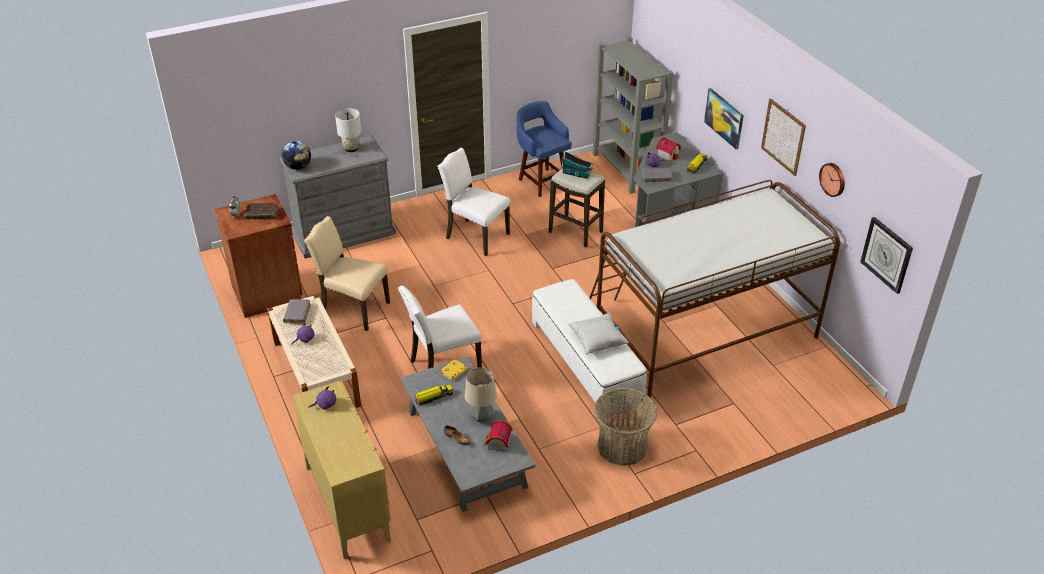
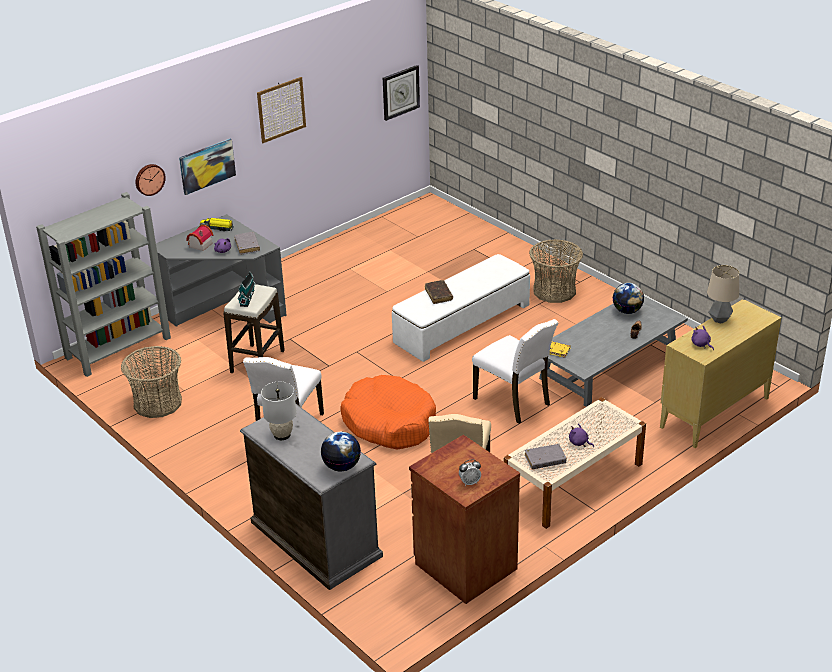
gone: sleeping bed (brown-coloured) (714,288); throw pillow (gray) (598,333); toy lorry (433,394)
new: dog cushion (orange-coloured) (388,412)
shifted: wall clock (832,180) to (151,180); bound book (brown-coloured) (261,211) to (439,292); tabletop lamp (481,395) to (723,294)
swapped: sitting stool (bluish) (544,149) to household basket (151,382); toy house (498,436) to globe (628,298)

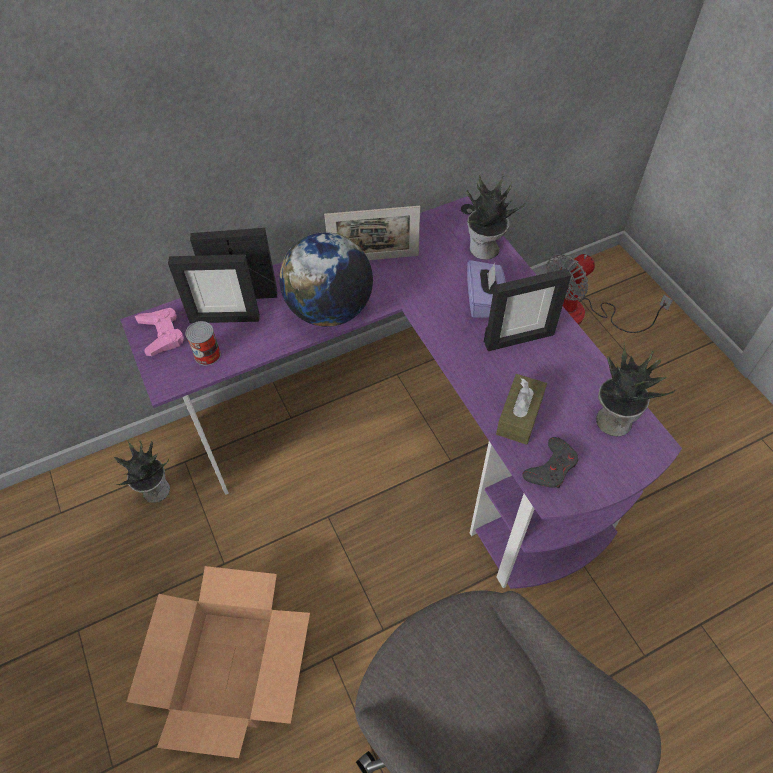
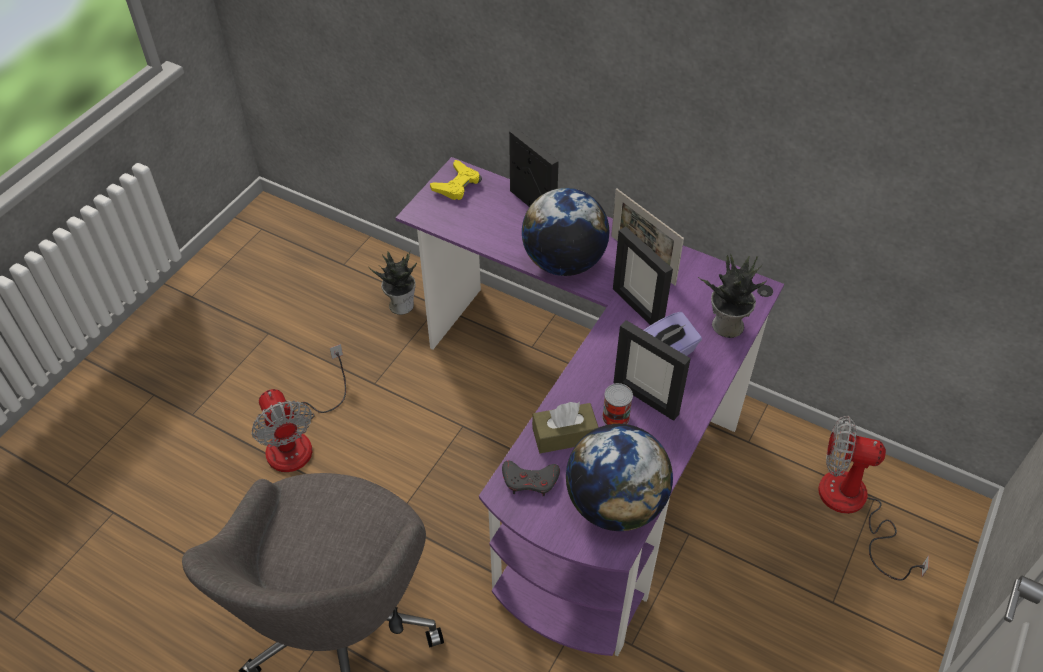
shifted: picture frame (214,288) to (643,276); sealed can (203,343) to (617,404)
swapped: plant in a pot (635,389) to globe (619,477); carton (218,662) to cooling fan (299,408)
repainted: joypad (pinkish) (159,332) to joypad (yellow-coloured) (454,180)

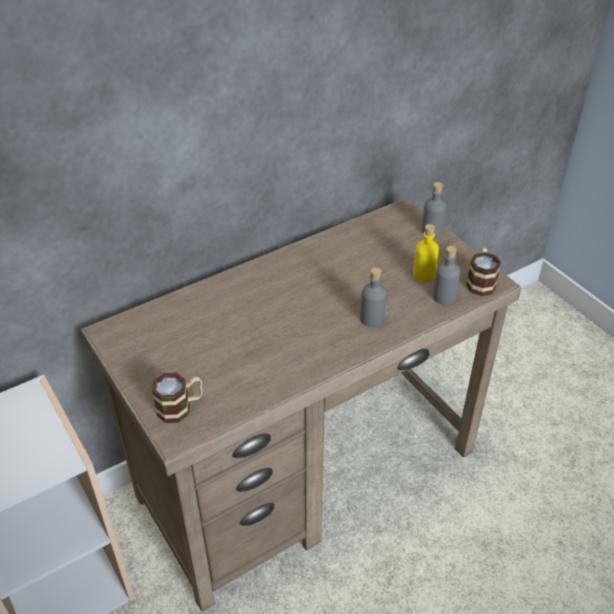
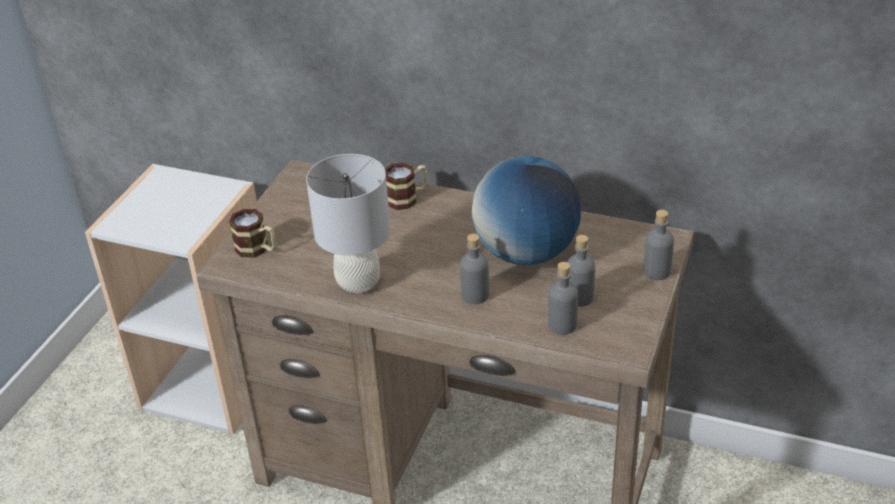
new: tabletop lamp (gray) (348,223); globe (526,210)
shifted: tea mug (483,272) to (406,186)
repainted: drink bottle (yellow-coloured) (426,253) to drink bottle (gray) (581,271)

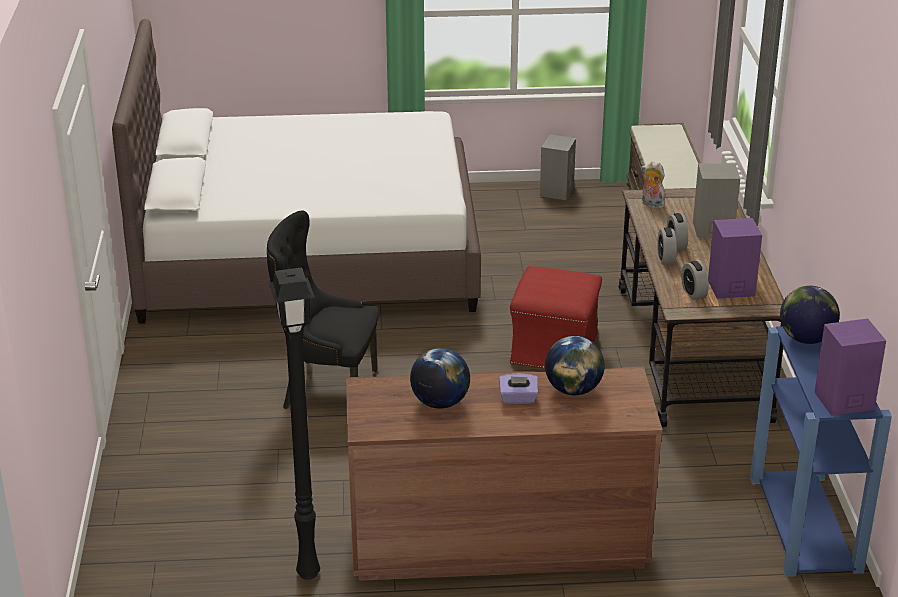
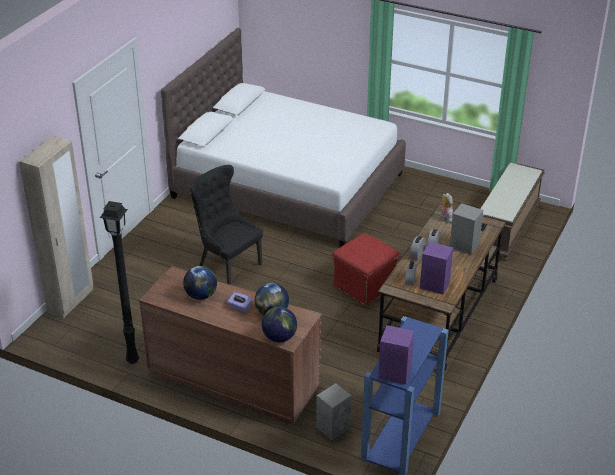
new: clothes cupboard (beige) (56,227)
shifted: loudspeaker (gray) (558,167) to (334,411); globe (810,315) to (279,324)

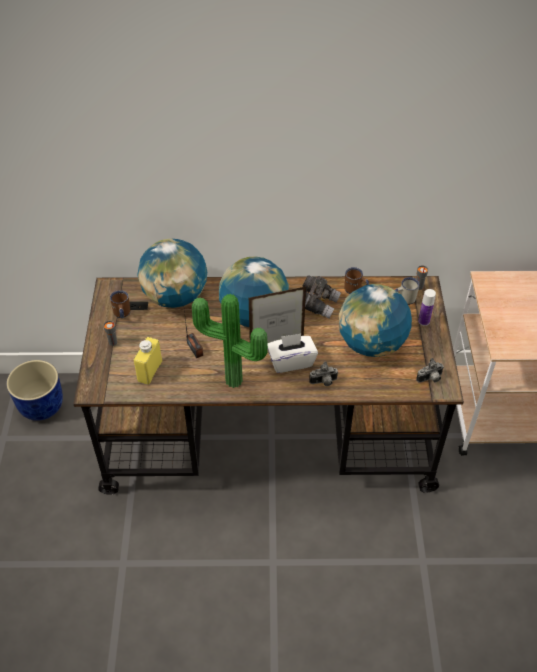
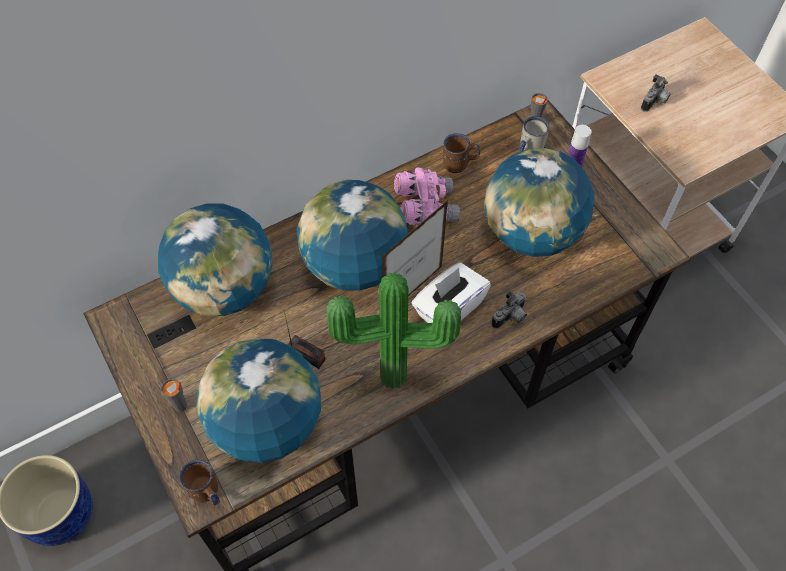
shifted: tea mug (brown-coloured) (120,304) to (199,482); photo camera (430,370) to (656,93)
swapped: drink bottle (yellow-coloured) (148,361) to globe (258,400)
repainted: field glasses (gray) (321,297) to field glasses (pinkish) (427,196)

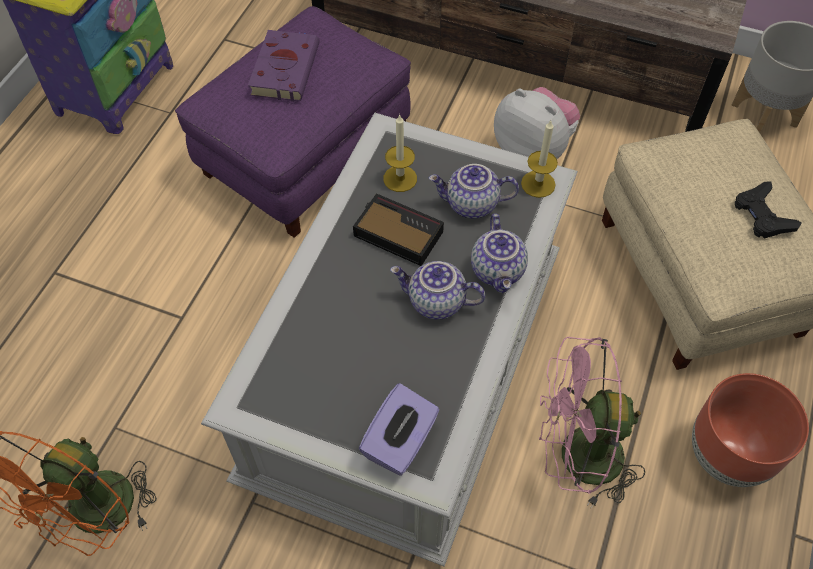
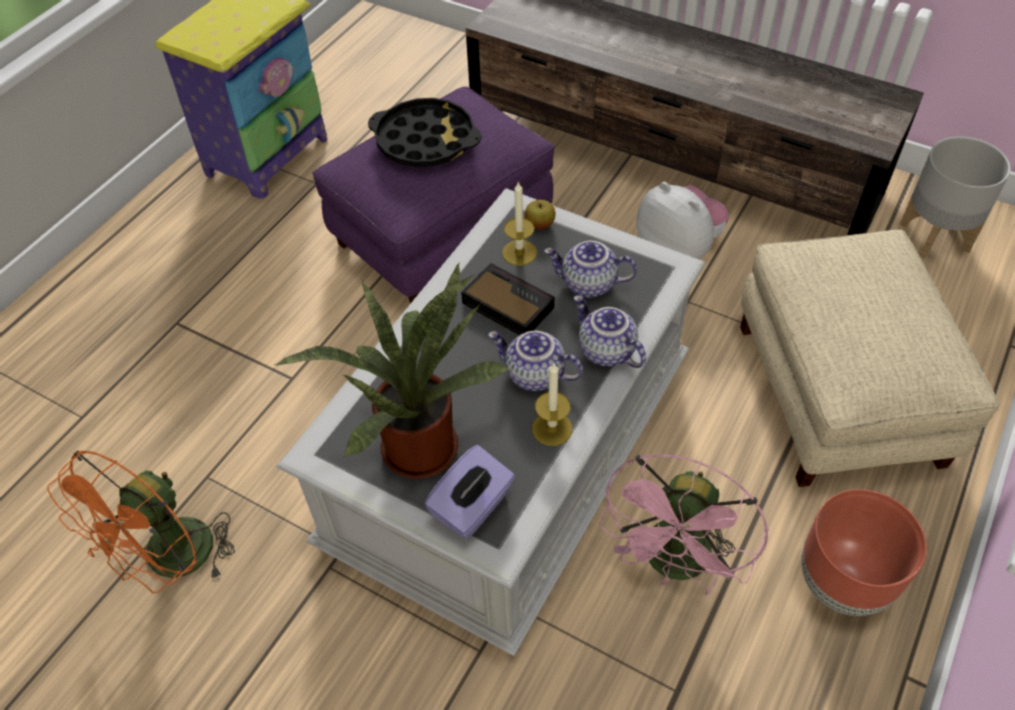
gone: joypad (black) (768,210)
new: apple fruit (540,214); plant in a pot (392,370)
shifted: wax light (539,159) to (552,404)
swapped: bound book (purple-coloured) (284,66) to carrying tray (black) (425,132)
rotated: teapot (499,253) = (610,331) 135 degrees clockwise; cooling fan (pinkish) (592,423) = (684,524) 75 degrees counterclockwise

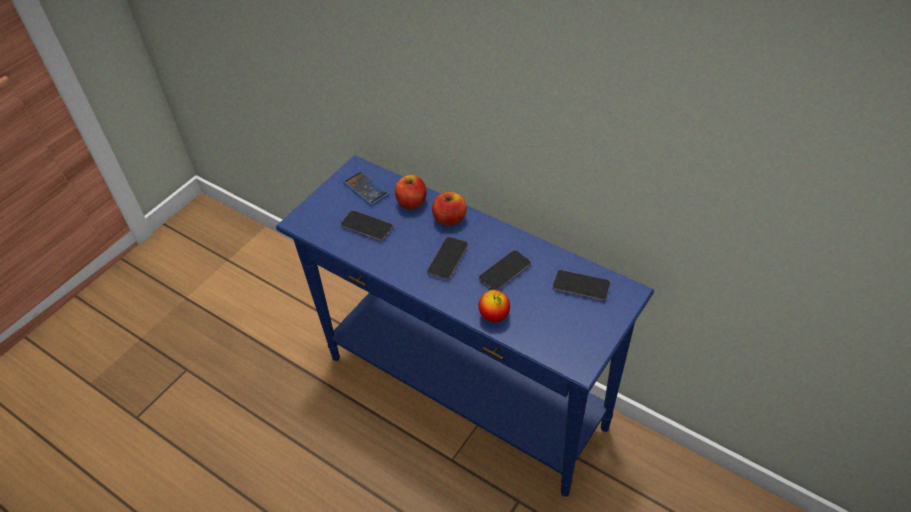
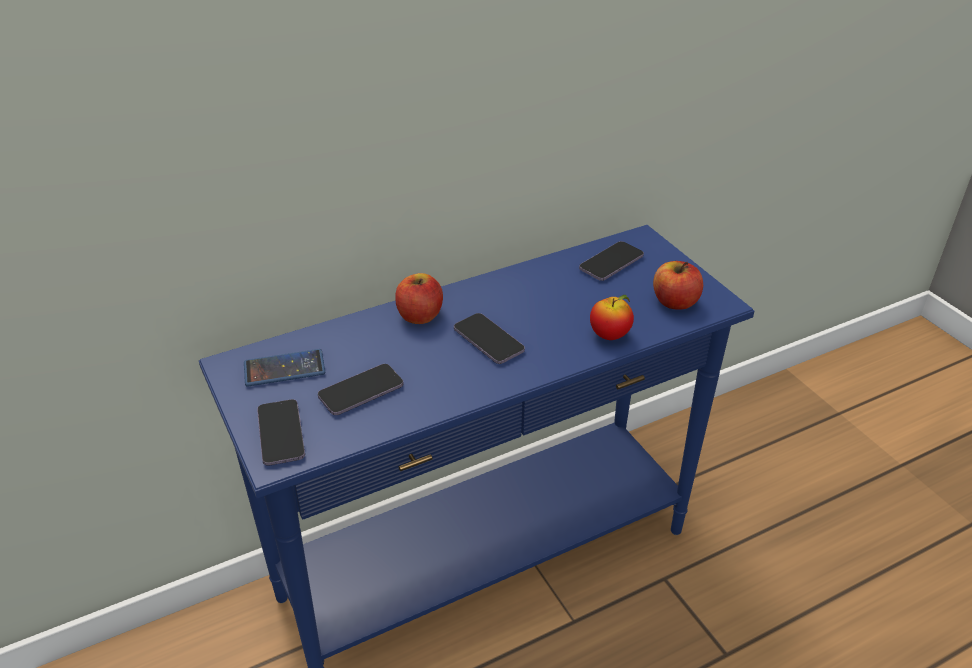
shifted: apple fruit (410,192) to (678,285); handset (505,270) to (281,432)

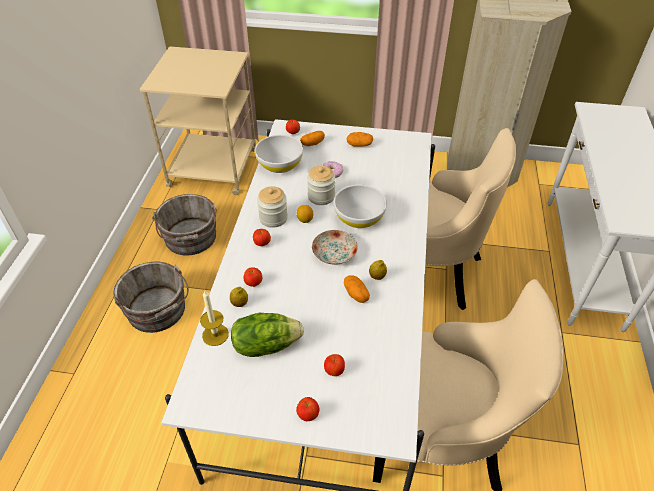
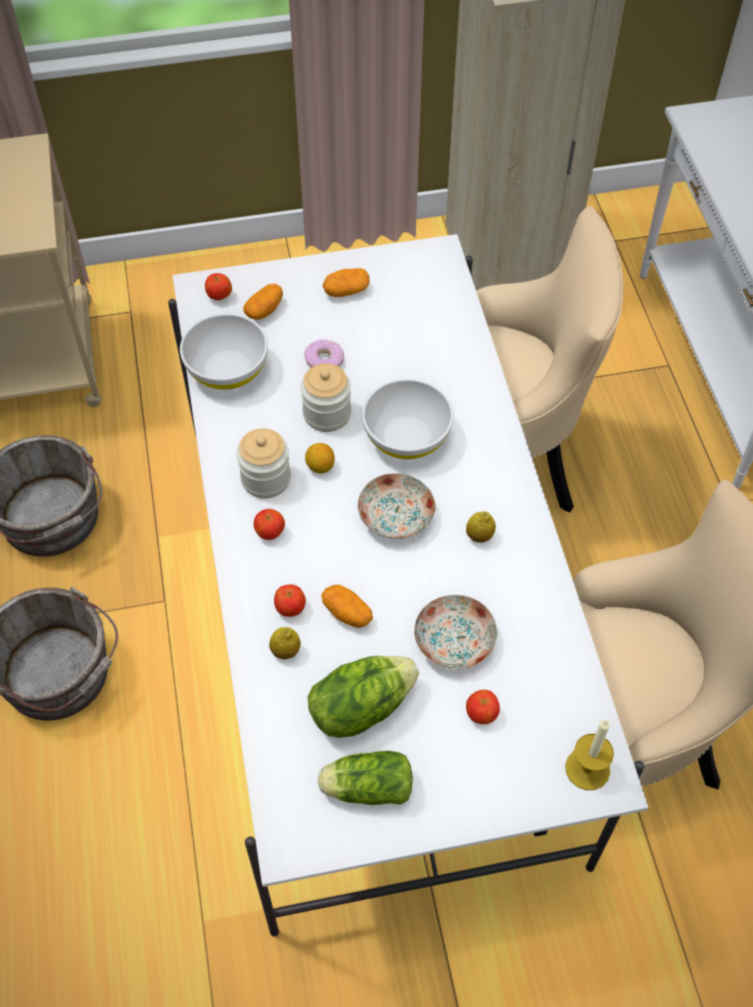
gone: apple fruit (307,409)
new: dinner plate (455,632); lettuce (365,778)
shifted: whole potato (357,289) to (347,606); wax light (214,318) to (589,755)

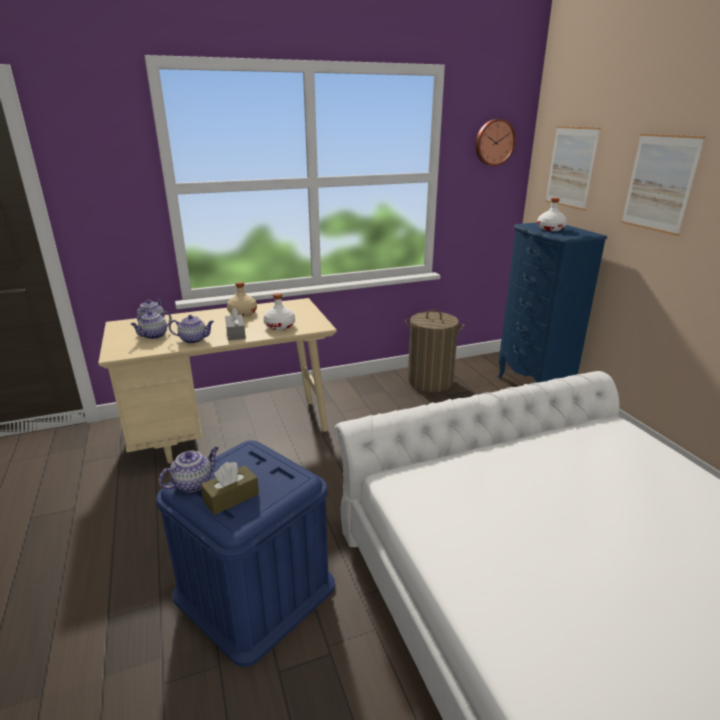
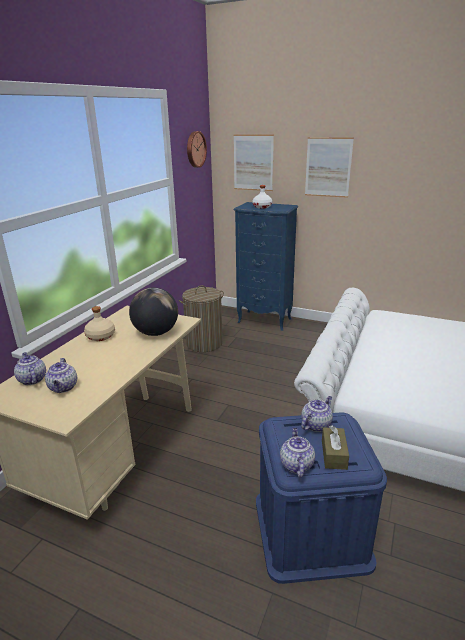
gone: box of tissues (gray) (235,324)
shifted: teapot (191,329) to (317,414)
swapped: drink bottle (white) (279,311) to globe (153,312)

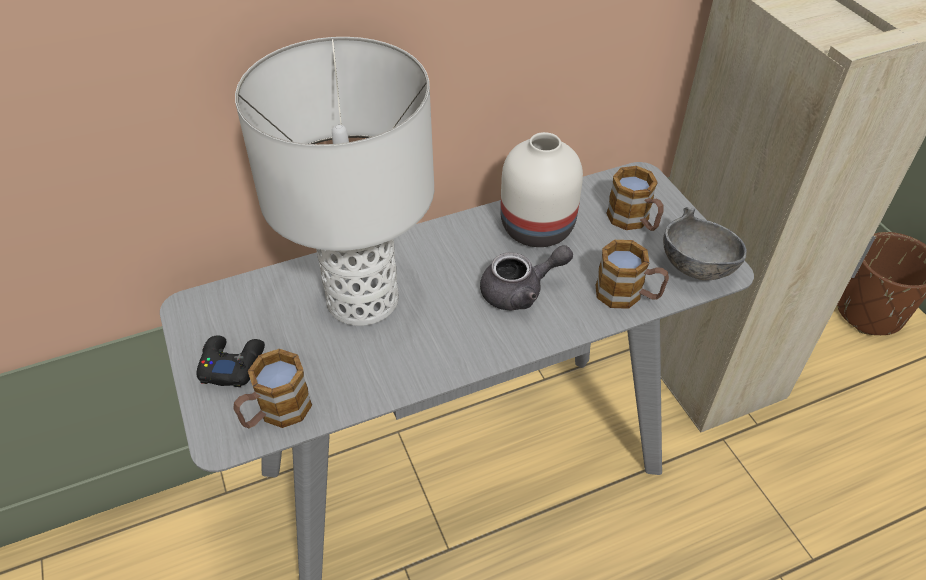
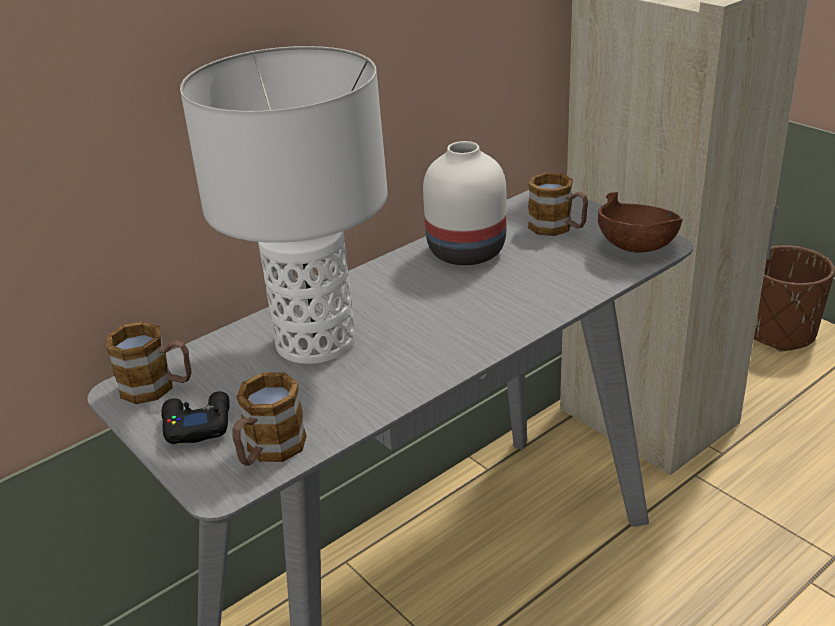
gone: teapot (gray) (526,277)
shifted: tea mug (632,274) to (149,362)
repainted: serving bowl (gray) (705,243) to serving bowl (brown-coloured) (640,222)

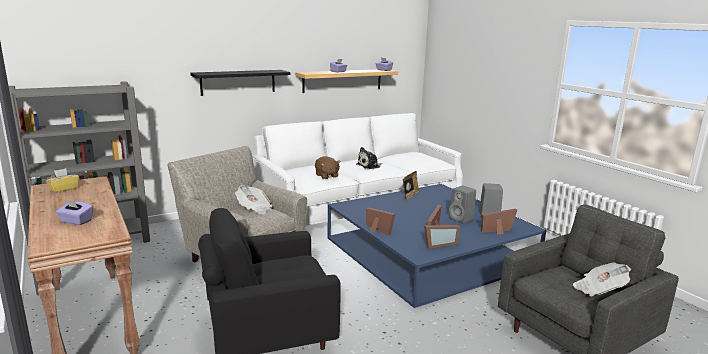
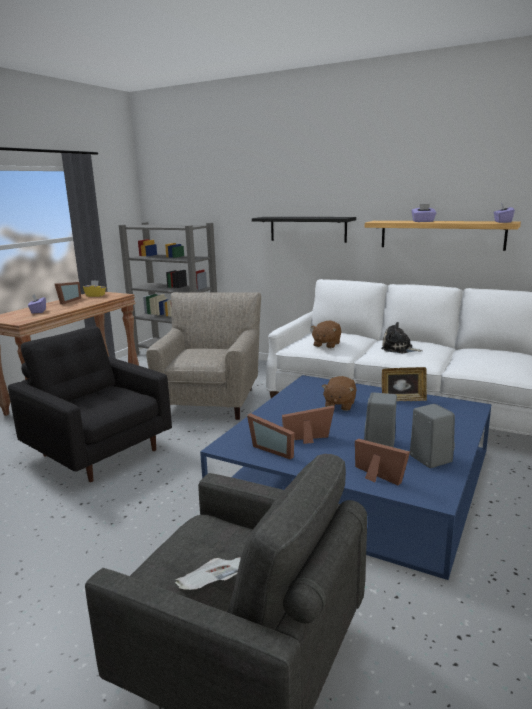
gone: printed paper (253,200)
new: plush toy (brown-coloured) (339,393)
shifted: picture frame (380,221) to (68,293)

